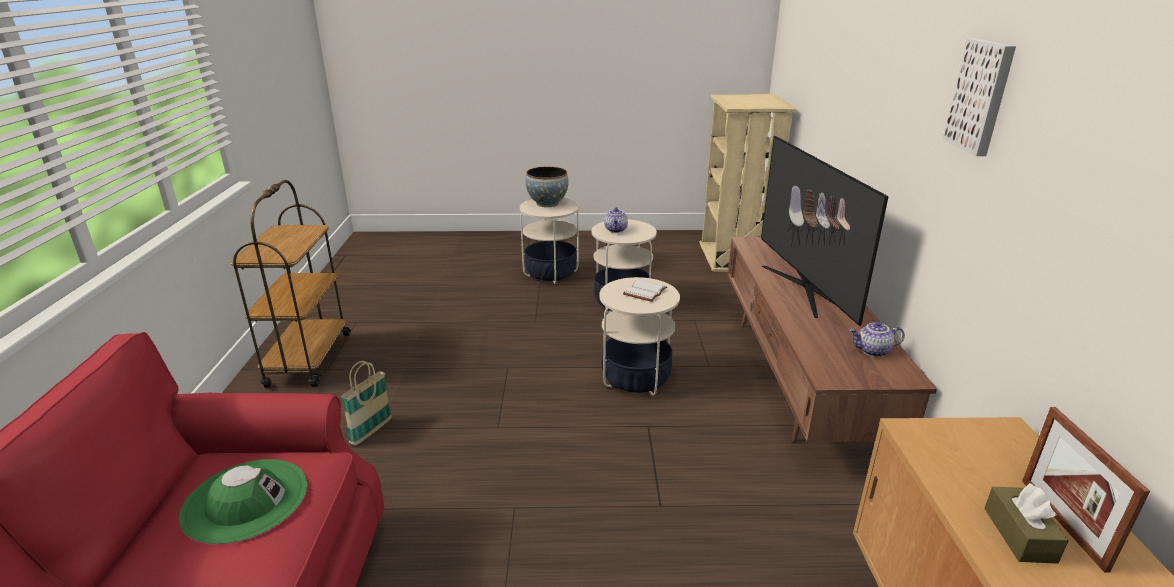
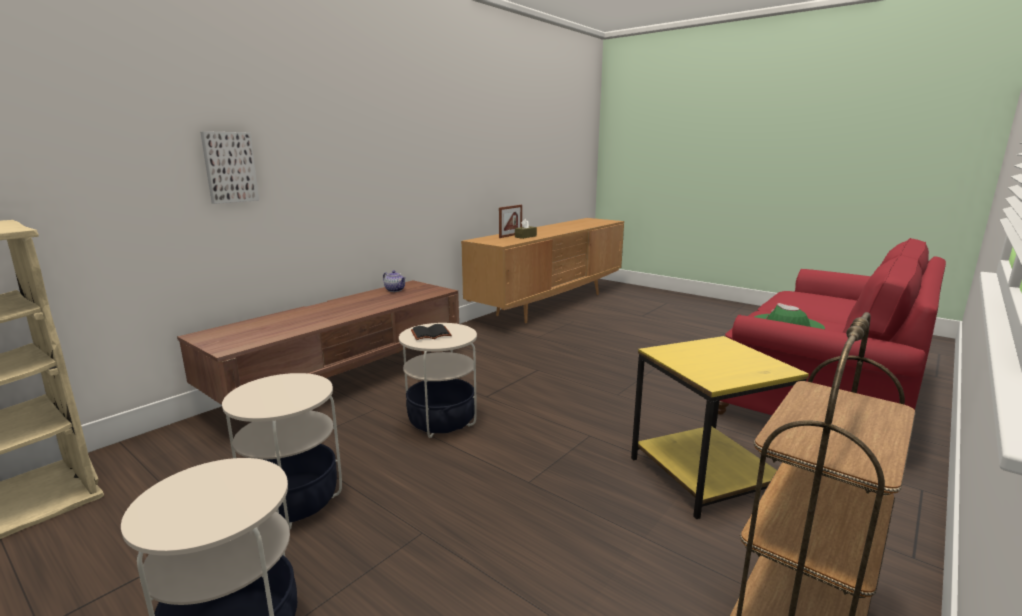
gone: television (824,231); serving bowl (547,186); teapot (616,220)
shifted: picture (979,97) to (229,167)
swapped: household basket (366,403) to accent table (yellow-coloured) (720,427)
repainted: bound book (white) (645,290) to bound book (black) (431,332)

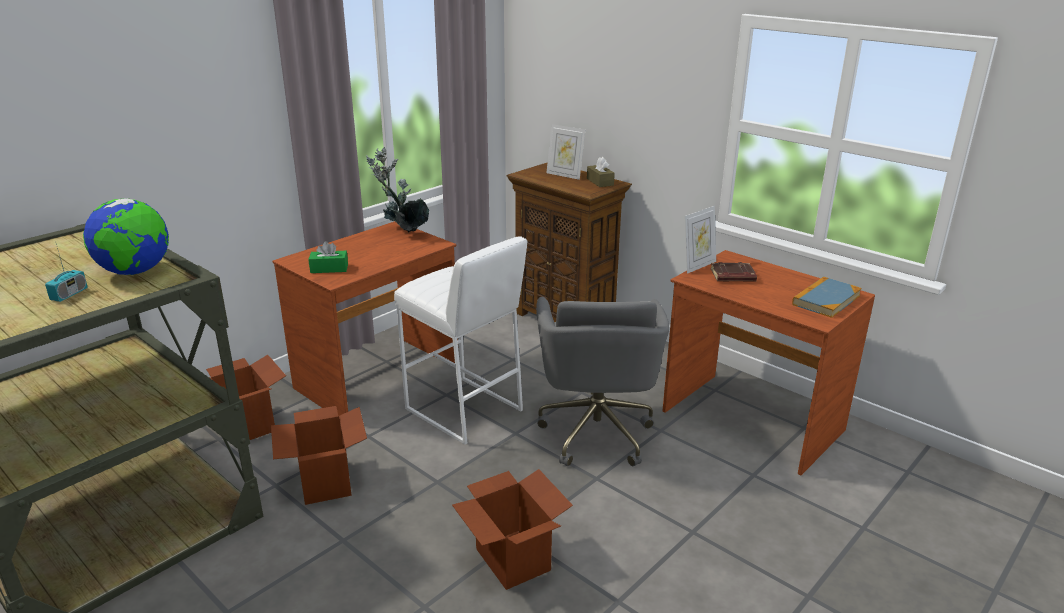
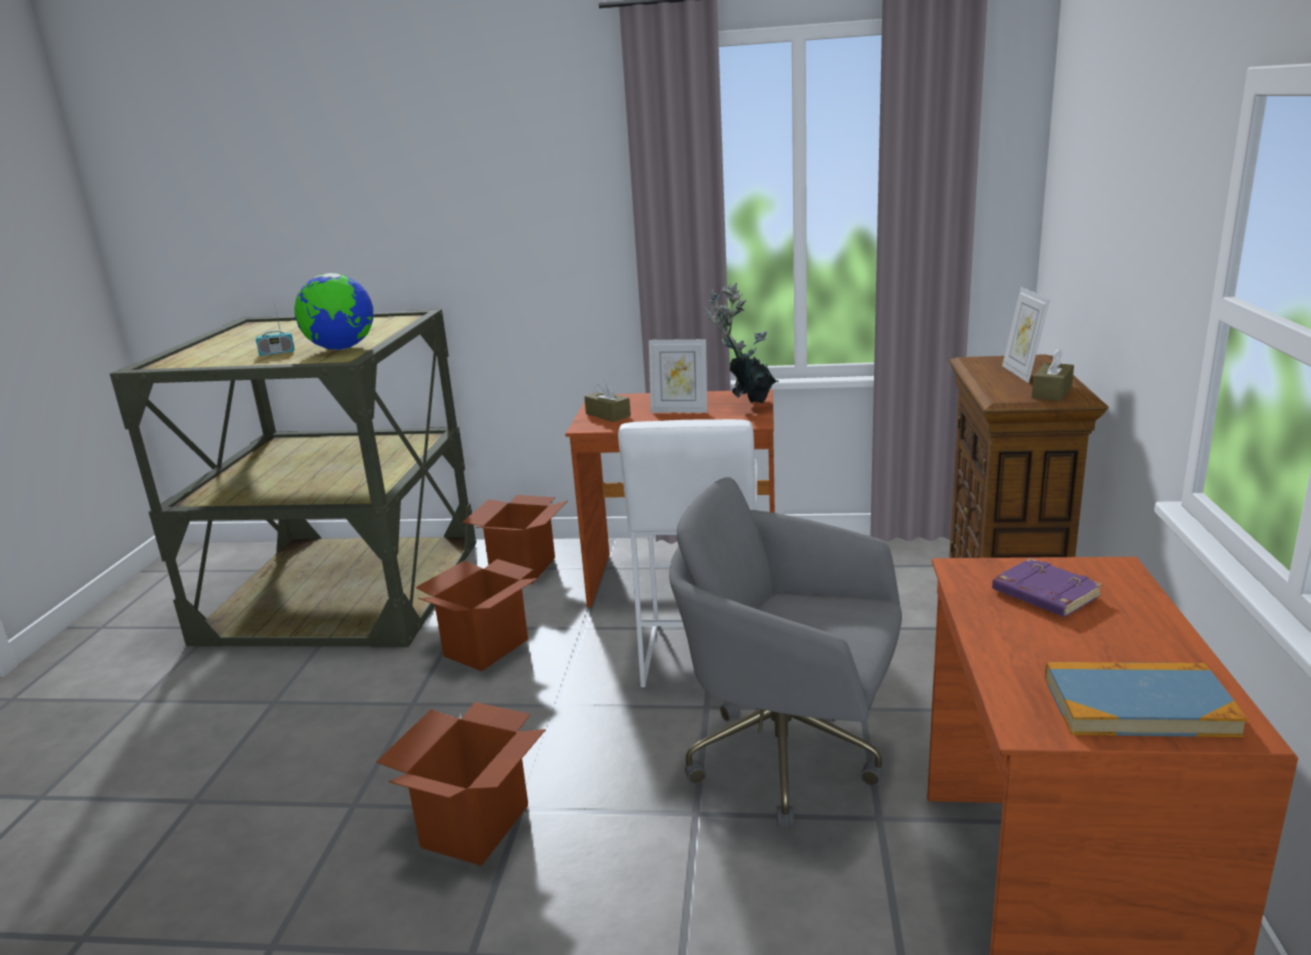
shifted: picture frame (700,240) to (678,376)
repainted: box of tissues (greenish) (328,257) to box of tissues (brown-coloured) (607,400); bound book (brown-coloured) (733,272) to bound book (purple-coloured) (1047,587)
rotated: desk chair (gray) (603,381) = (785,652) 60 degrees clockwise

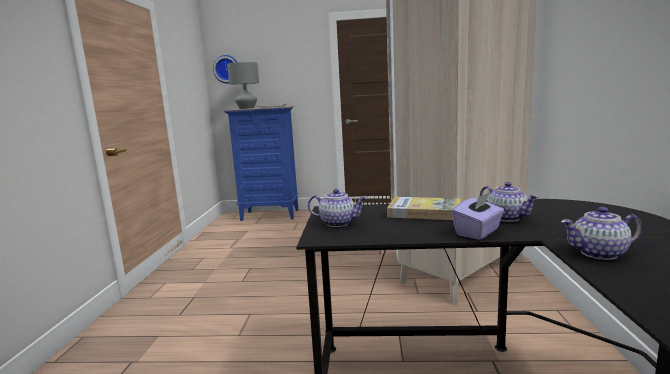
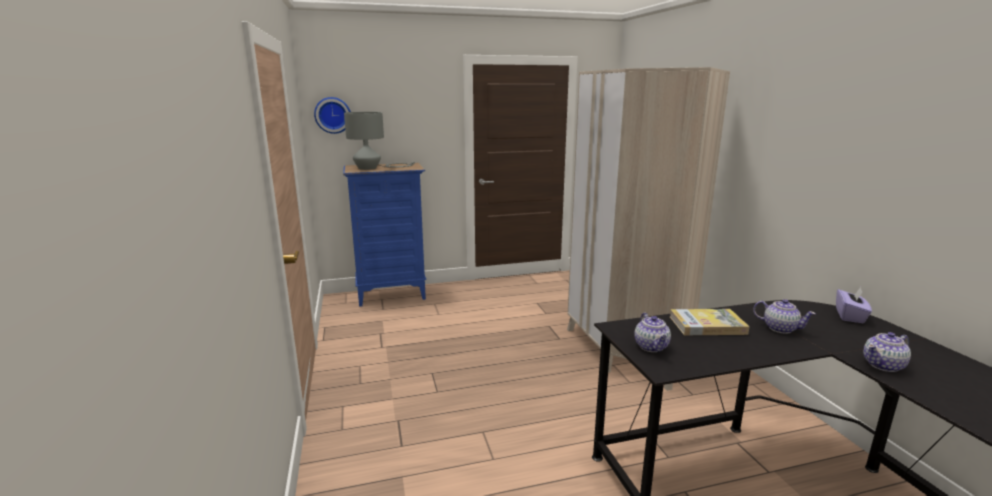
shifted: box of tissues (purple-coloured) (478,216) to (854,305)
rotated: teapot (337,208) = (652,332) 90 degrees clockwise

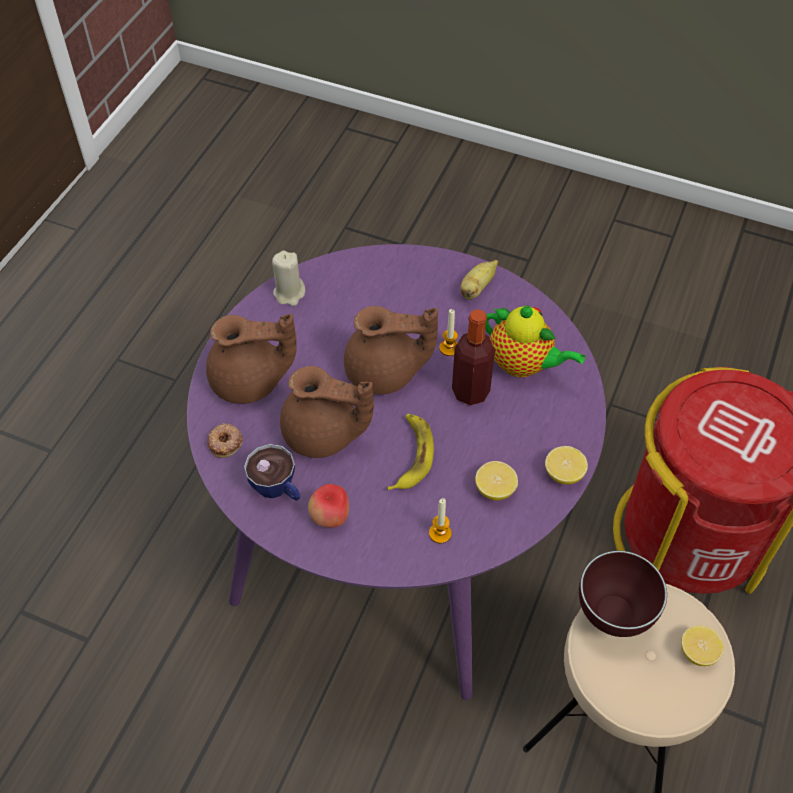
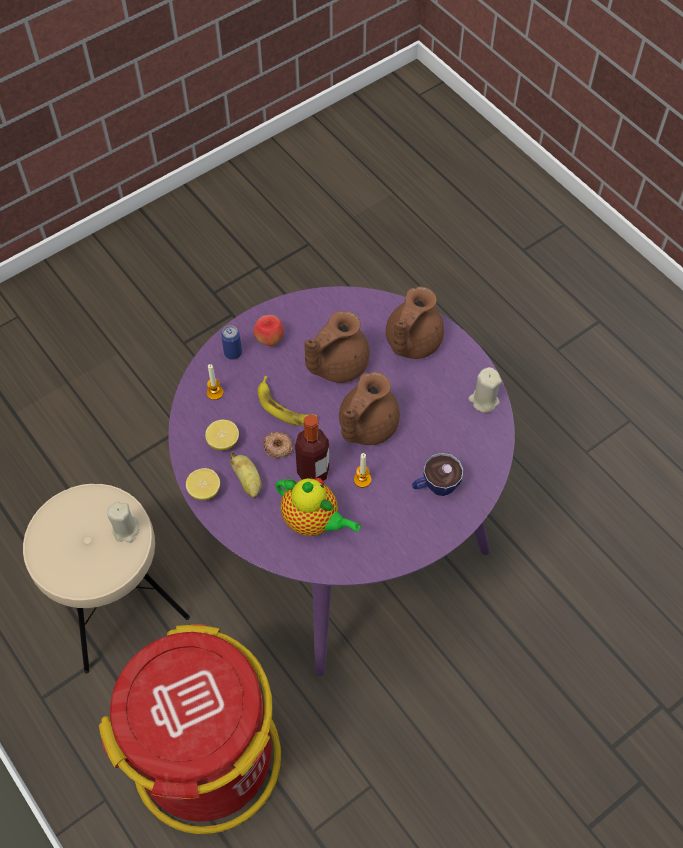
gone: citrus fruit (702,645)
new: sealed can (231,342)
shifted: banana fruit (479,280) to (246,475); doughnut (225,440) to (278,445); small cup (272,472) to (438,474)
swapped: serving bowl (brown-coloured) (623,594) to wax light (beige) (123,522)
rotated: teapot (535,341) = (318,506) 120 degrees counterclockwise

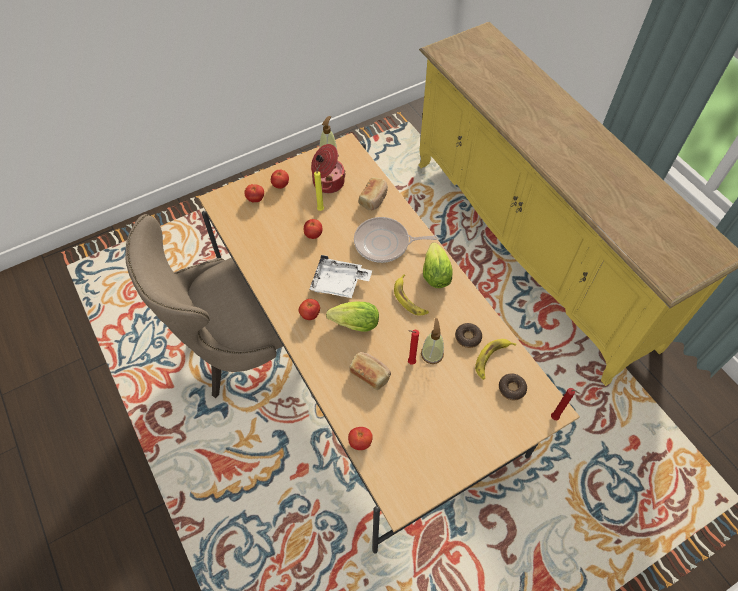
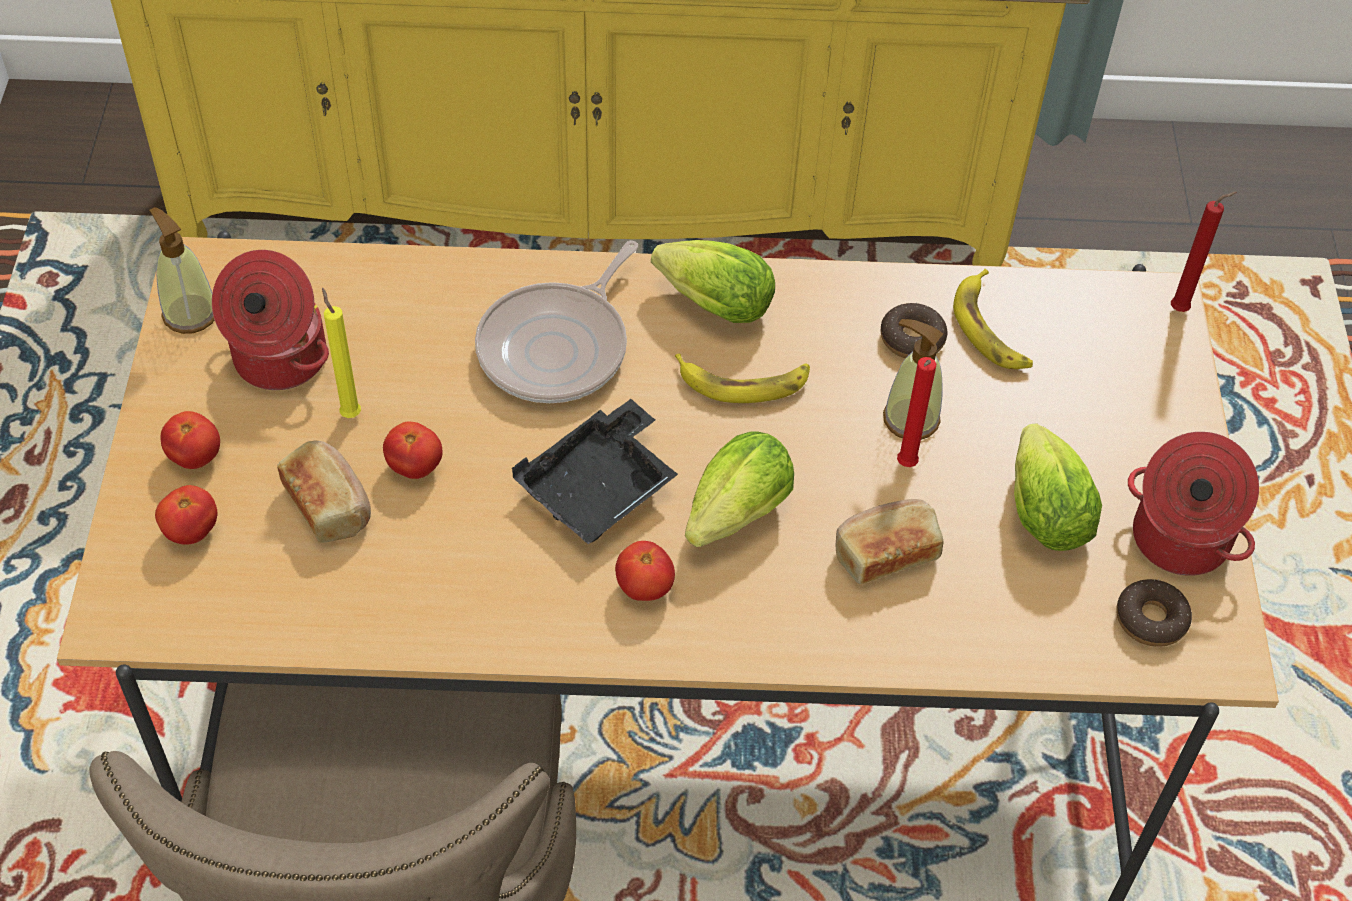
gone: whole tomato (360,438)
new: lettuce (1058,487); saucepot (1193,504)
shifted: baked bread (373,193) to (324,491); doughnut (513,387) to (1154,613)
repainted: carrying tray (white) (340,276) to carrying tray (black) (595,471)

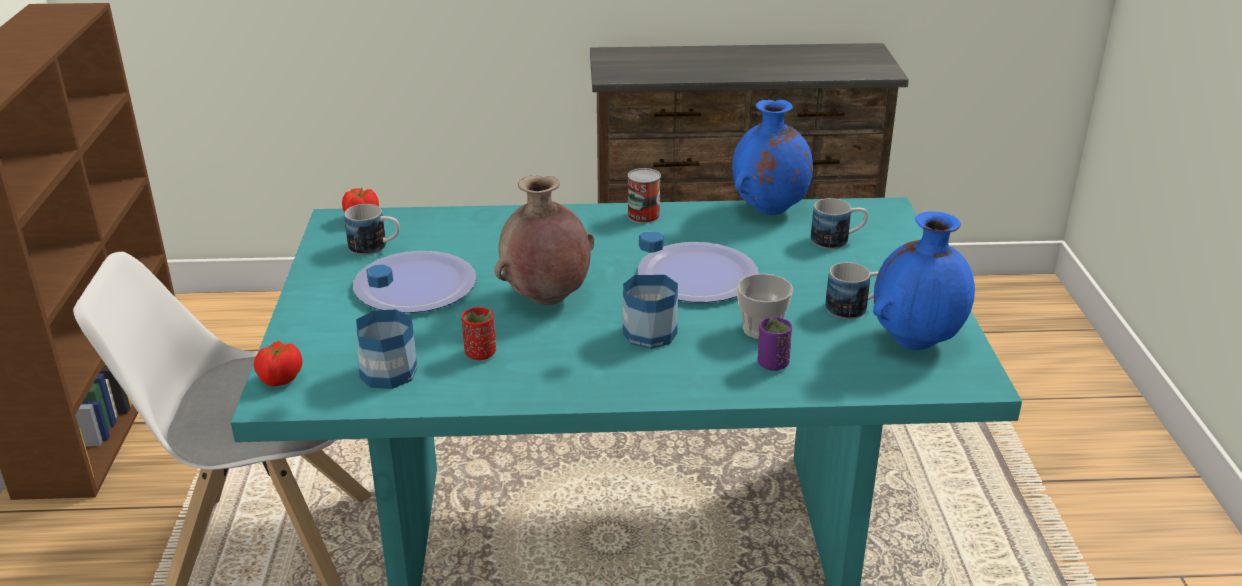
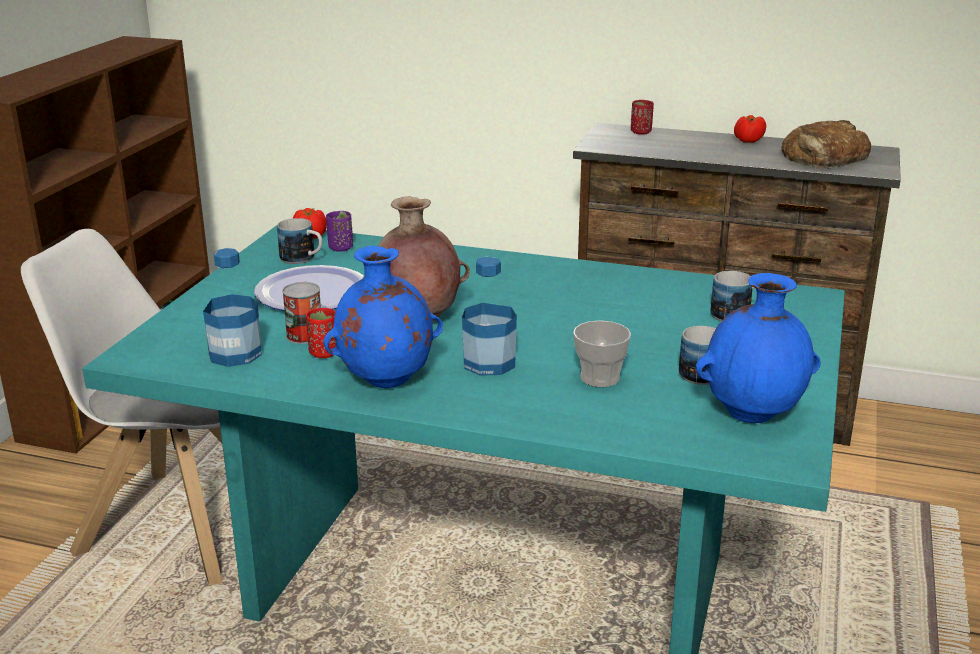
gone: dinner plate (698,272)
new: small cup (red) (642,117); baked bread (826,144)
shifted: vase (bluish) (772,157) to (383,317); sealed can (644,196) to (301,313); small cup (purple-coloured) (775,344) to (339,231); whole tomato (278,364) to (750,129)

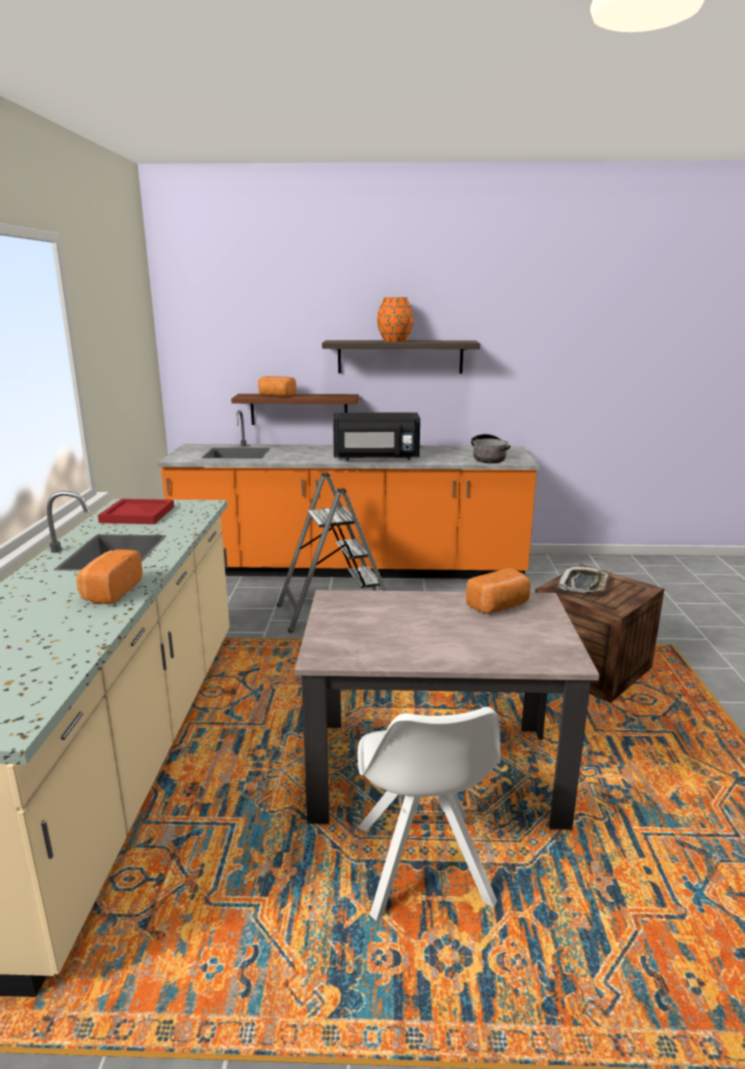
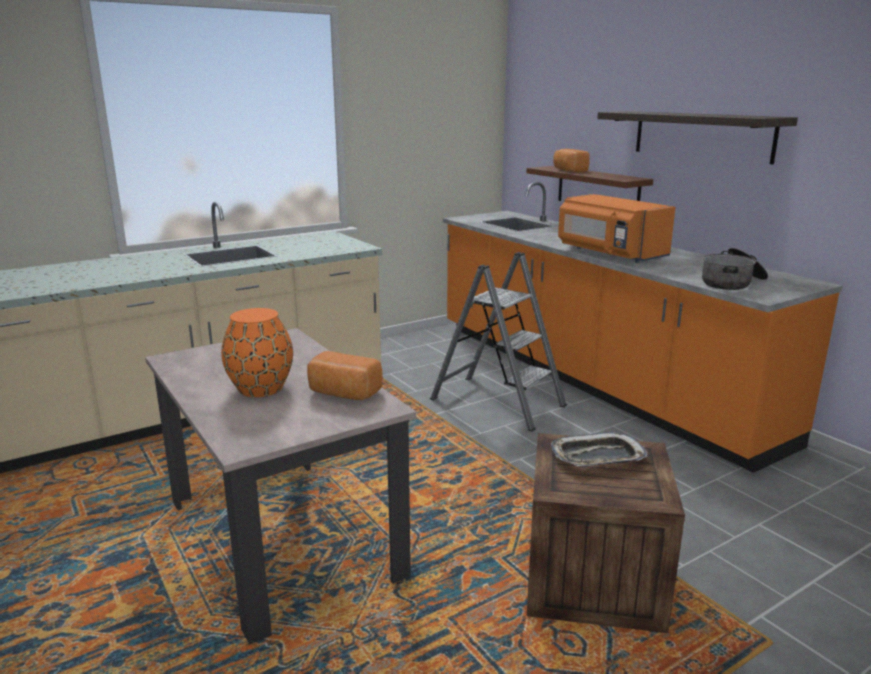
gone: carrying tray (red) (136,511); baked bread (109,576); upright chair (white) (429,814)
shifted: vase (orange-coloured) (395,319) to (257,352)
repainted: microwave (black) (376,436) to microwave (orange-coloured) (617,228)

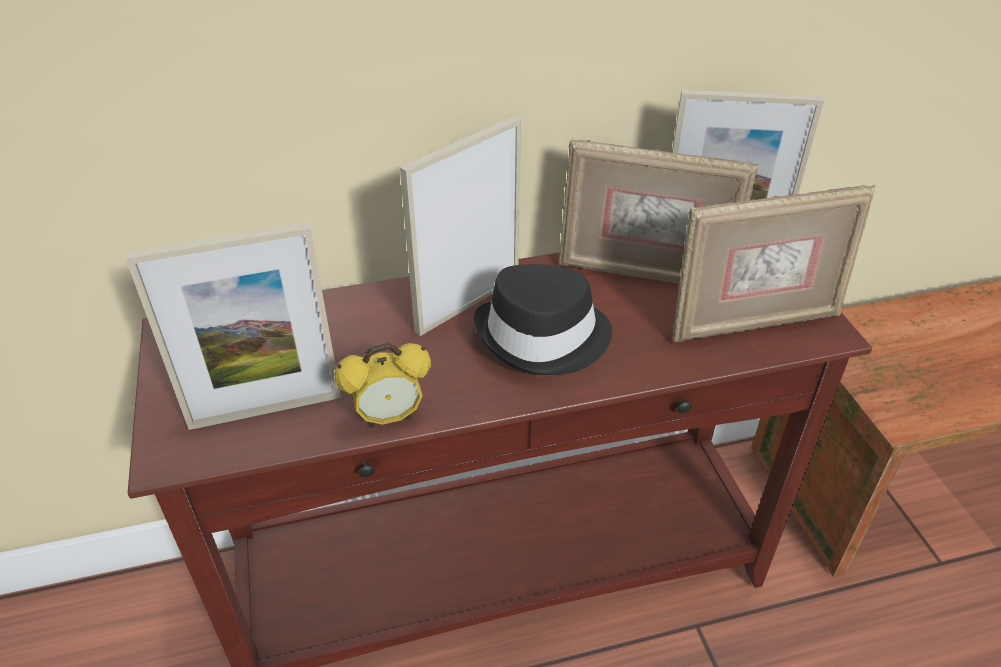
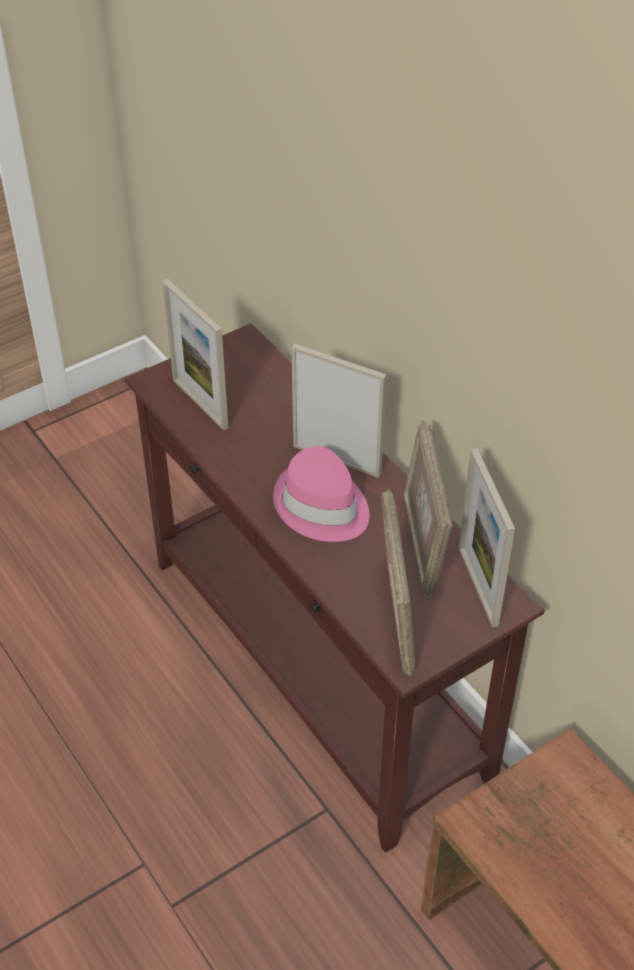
gone: bedside clock (382,385)
repainted: hat (black) (543,319) to hat (pinkish) (321,494)
rotated: picture frame (774,264) = (398,582) 150 degrees counterclockwise

